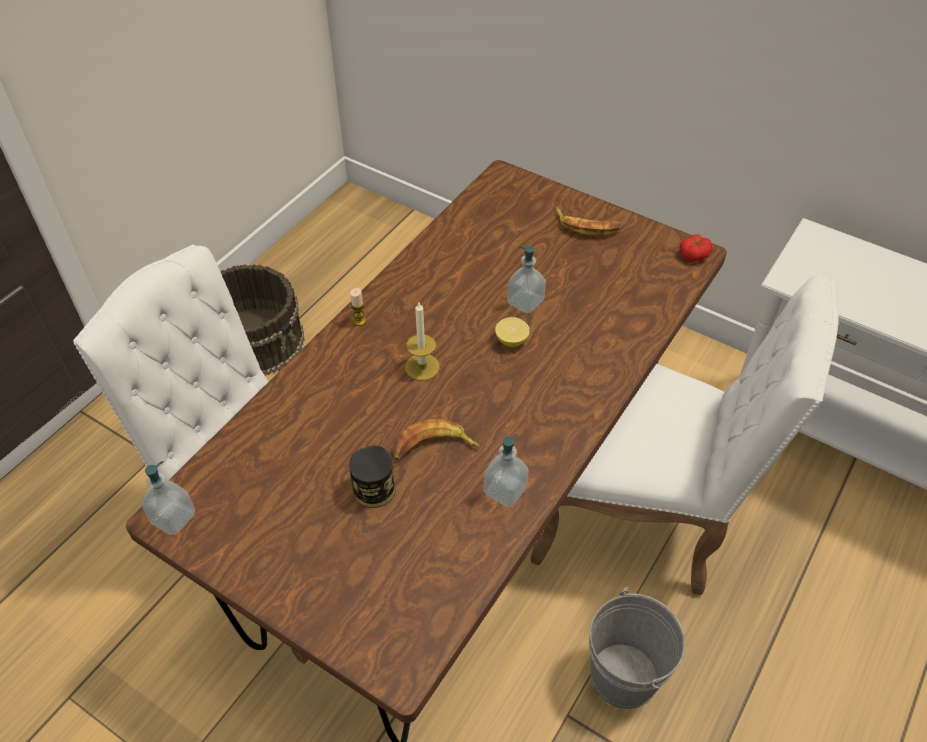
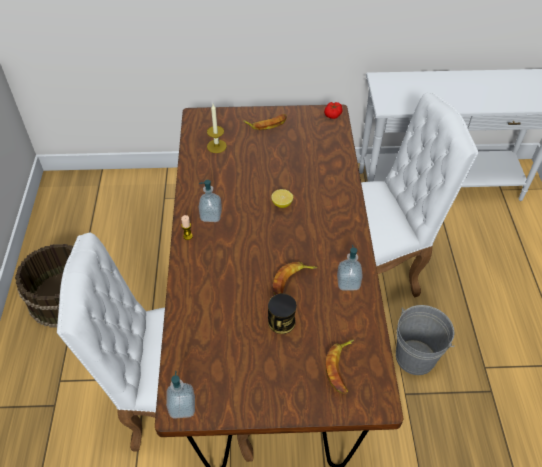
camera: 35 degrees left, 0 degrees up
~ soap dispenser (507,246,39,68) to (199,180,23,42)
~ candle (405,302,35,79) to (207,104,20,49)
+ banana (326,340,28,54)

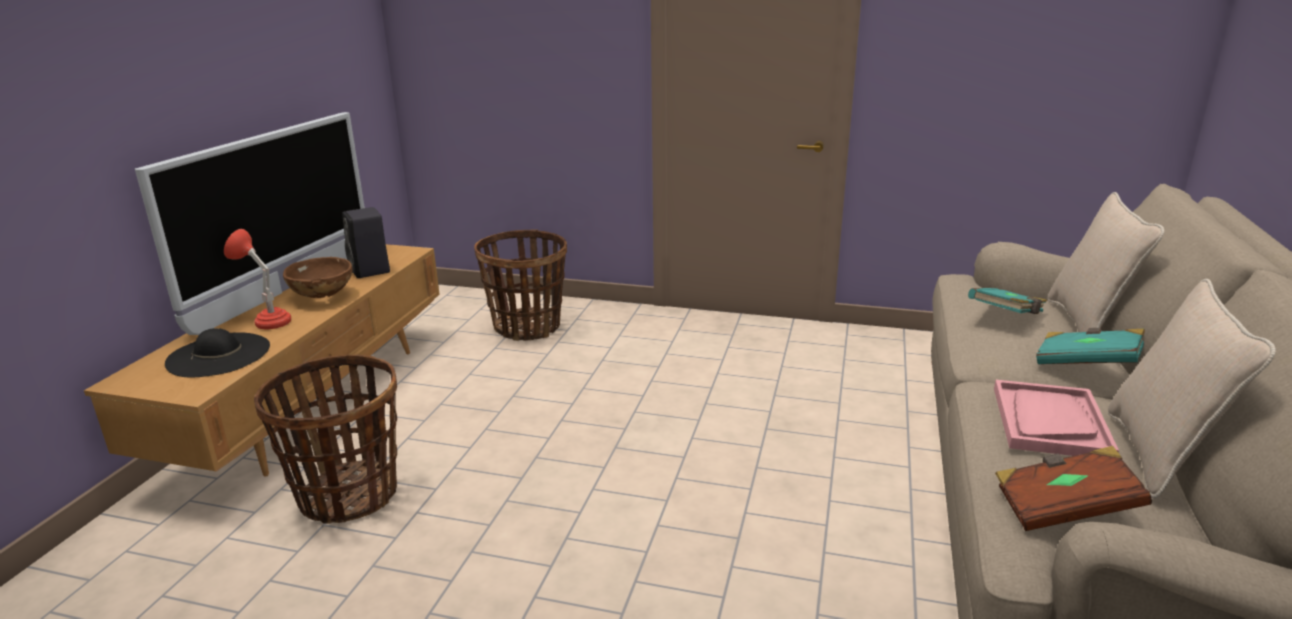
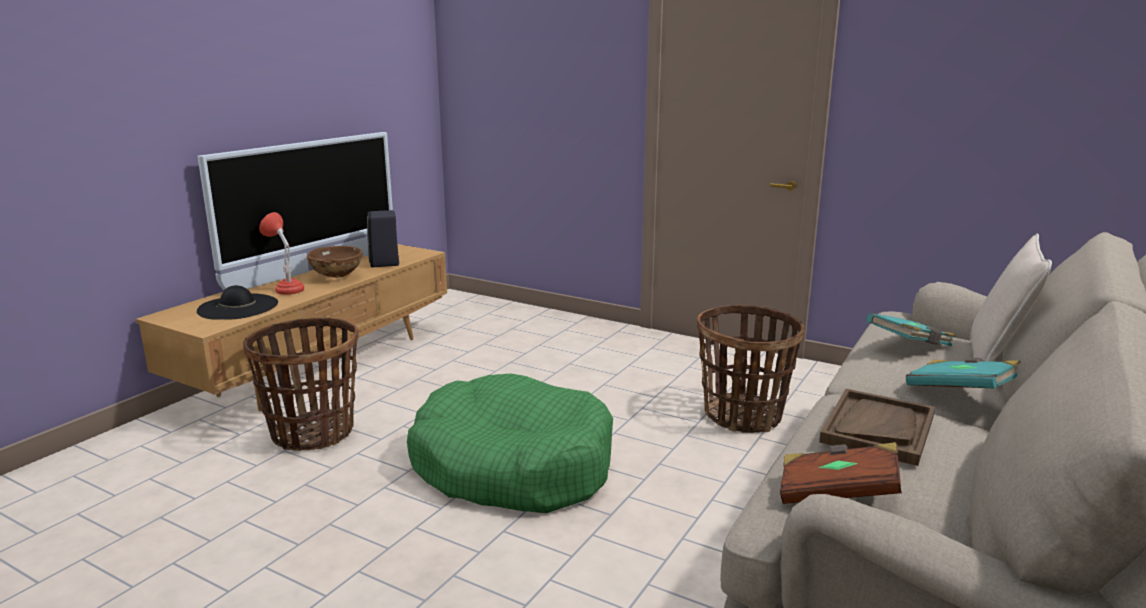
camera: 15 degrees right, 5 degrees down
+ dog bed (green) (407,373,206,140)
~ basket (474,230,93,111) to (697,305,107,128)
~ tray (pink) (994,380,125,76) to tray (brown) (819,389,116,77)
- pillow (beige) (1108,279,168,220)

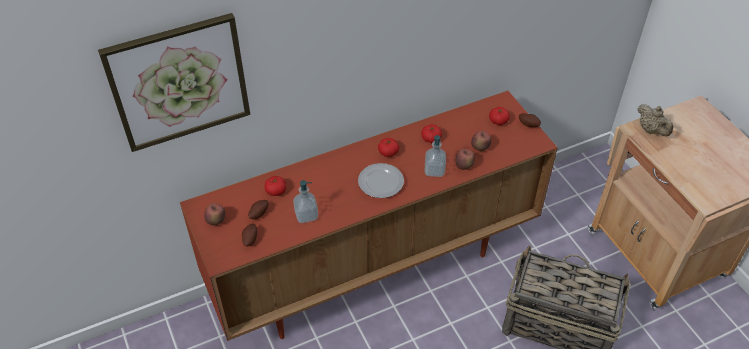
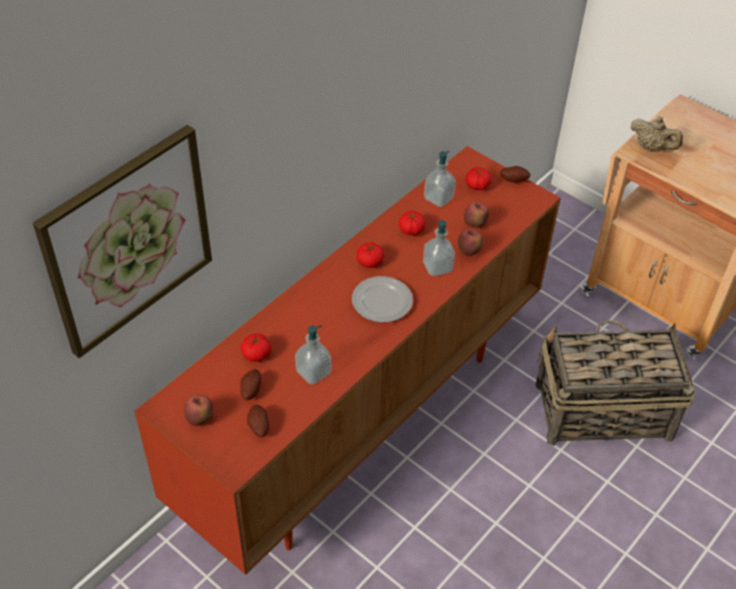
camera: 25 degrees left, 0 degrees up
+ soap dispenser (424,151,32,56)

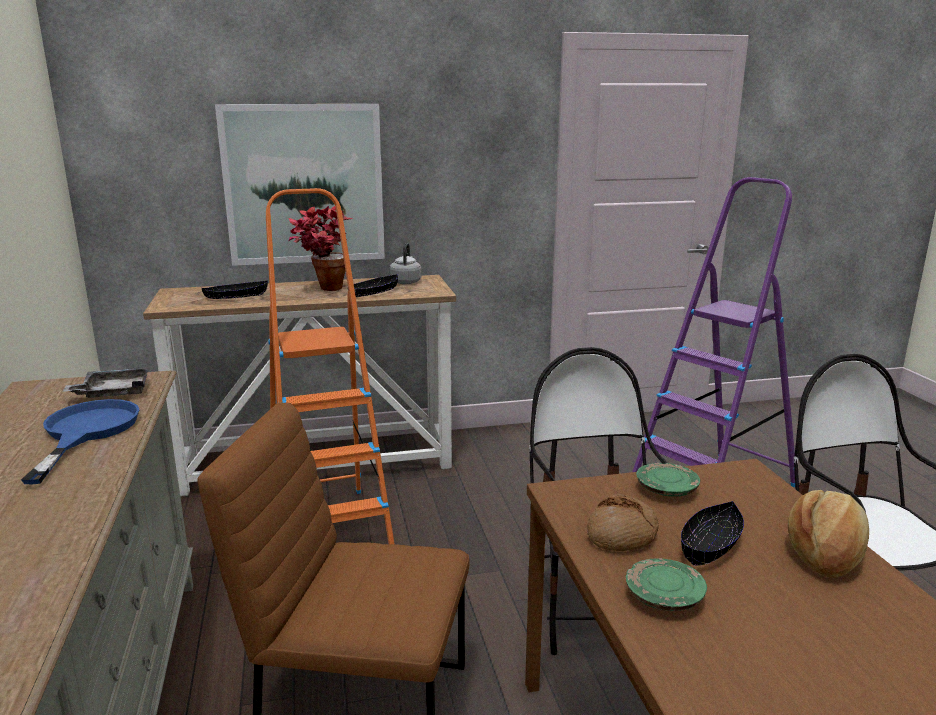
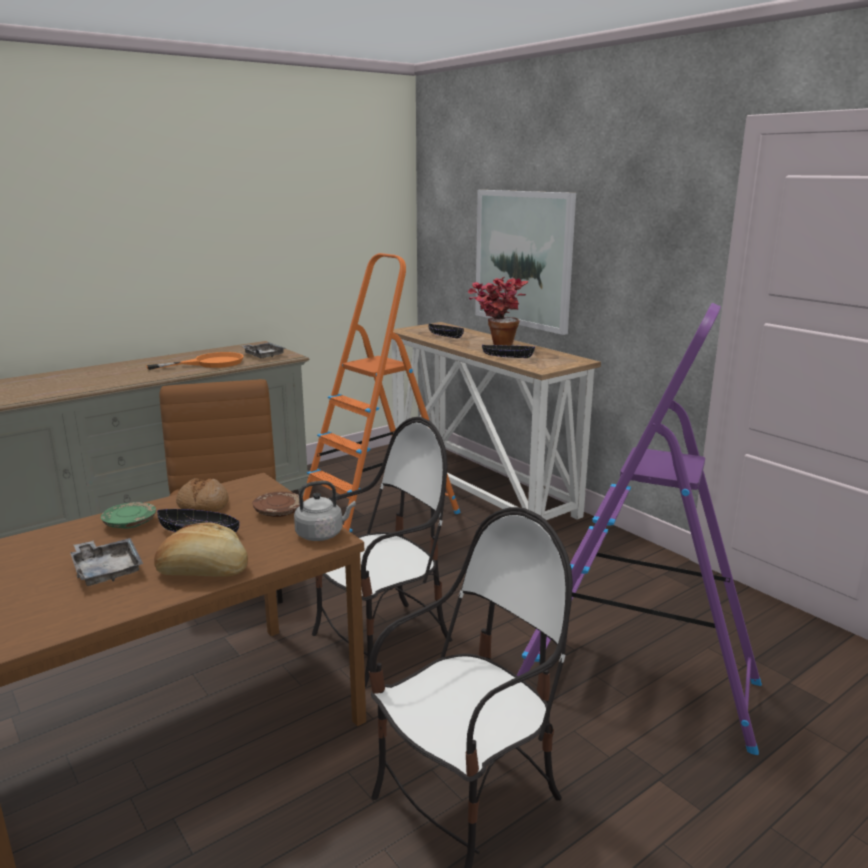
camera: 65 degrees right, 0 degrees up
+ tray (grey) (70,538,73,48)
~ frying pan (blue) (21,399,119,85) to frying pan (orange) (146,352,98,18)
~ plate (green) (636,463,64,33) to plate (brown) (252,492,52,25)
~ kettle (grey) (390,243,31,41) to (294,481,62,60)

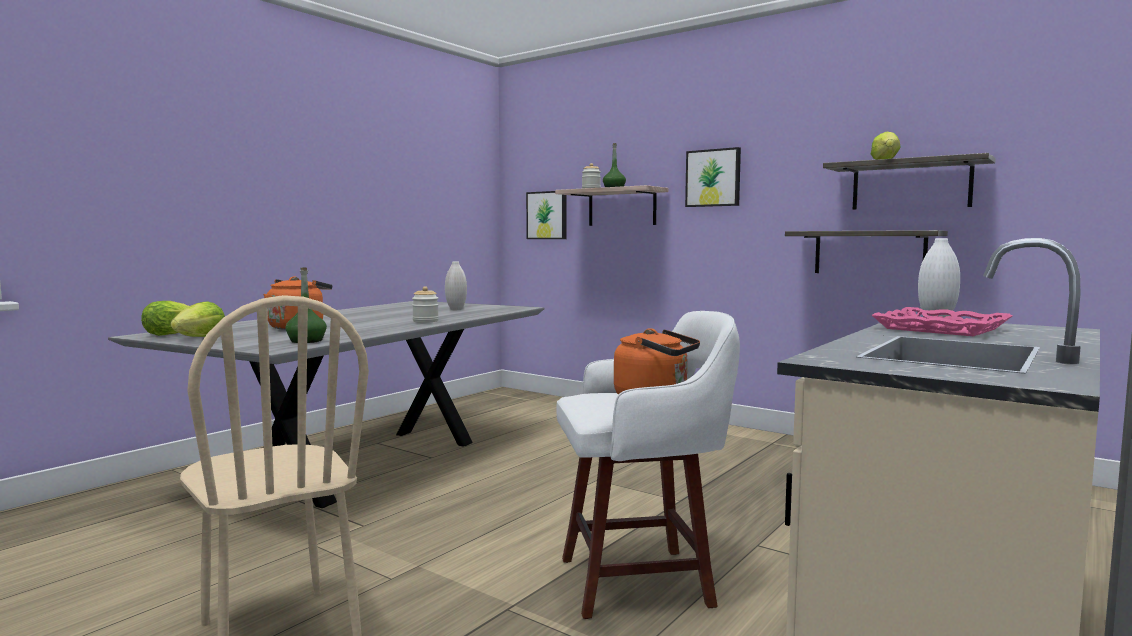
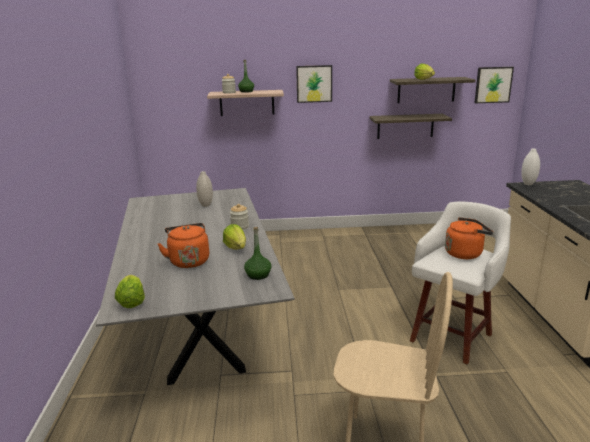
camera: 40 degrees left, 15 degrees up
~ lettuce (171,302,54,35) to (223,224,23,26)
~ picture (526,191,41,48) to (475,67,39,36)
- tray (pink) (871,307,142,29)

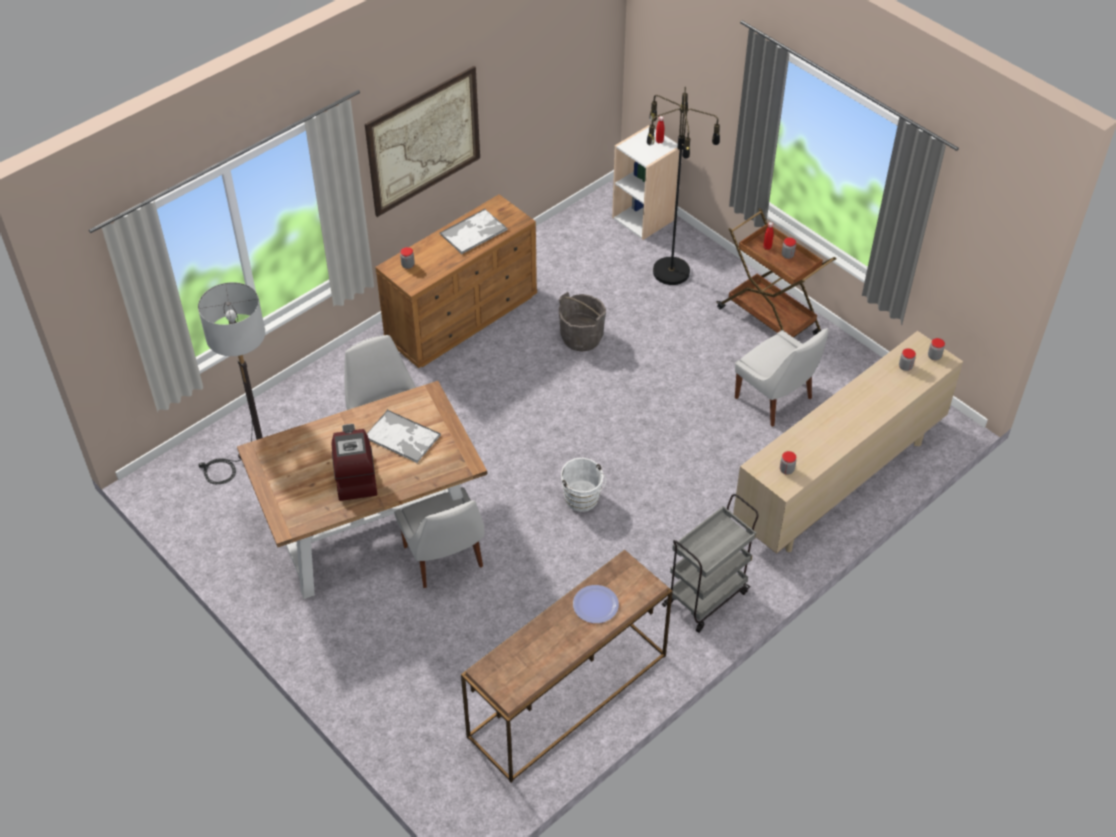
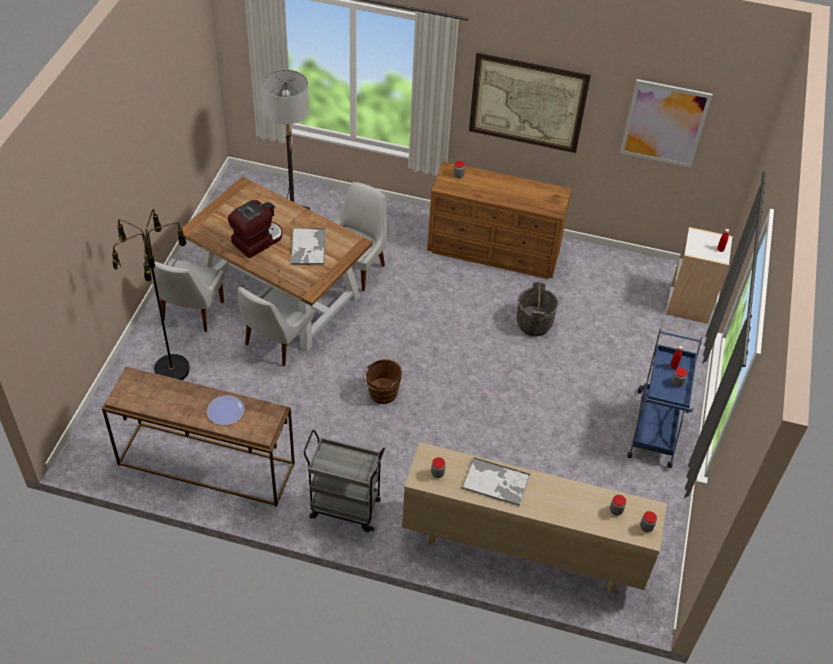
camera: 55 degrees right, 0 degrees up
~ floor lamp (647,87,73,198) to (112,209,78,171)
~ chair (white) (735,328,94,99) to (151,258,74,74)
~ bucket (white) (561,458,45,54) to bucket (brown) (363,359,39,45)
~ tray (440,208,68,46) to (462,457,68,50)
+ picture (620,79,93,88)
~ cart (brown) (716,208,121,130) to cart (blue) (627,328,75,140)

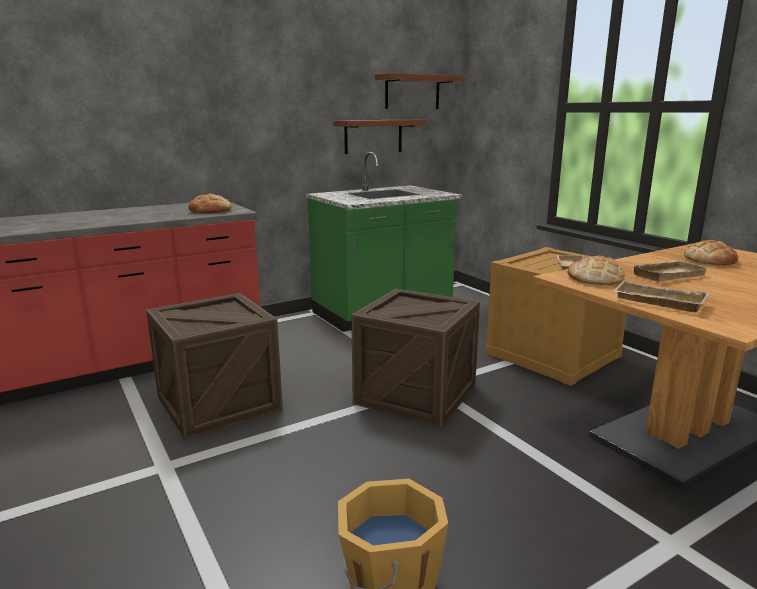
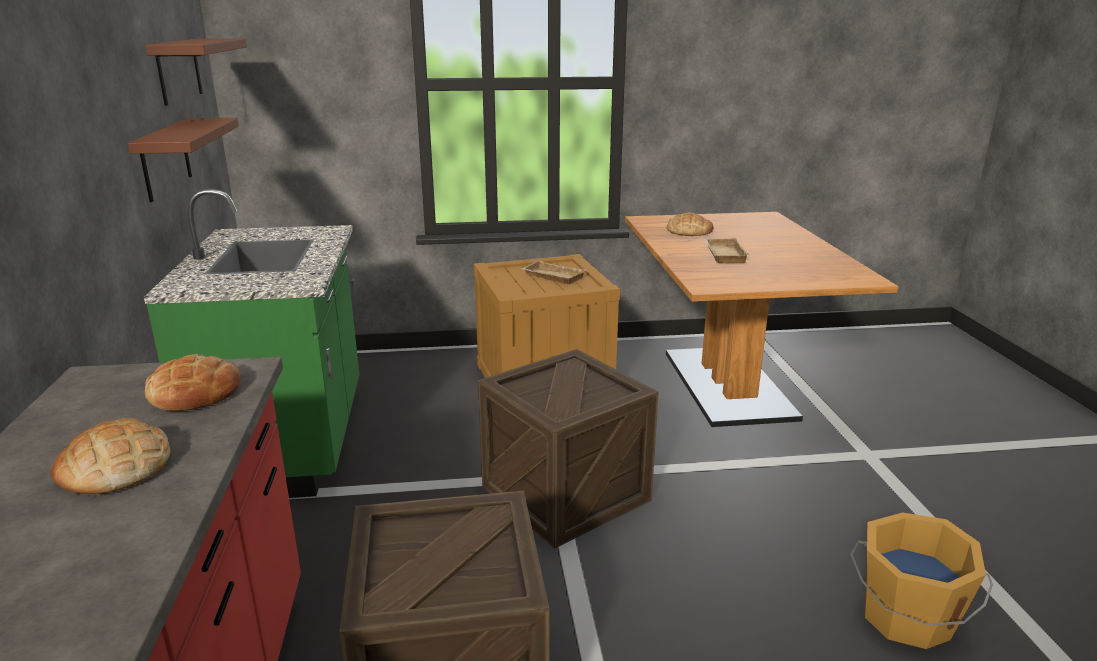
camera: 65 degrees left, 5 degrees up
~ bread (567,256,58,29) to (51,418,120,76)
- tray (beige) (613,280,96,32)

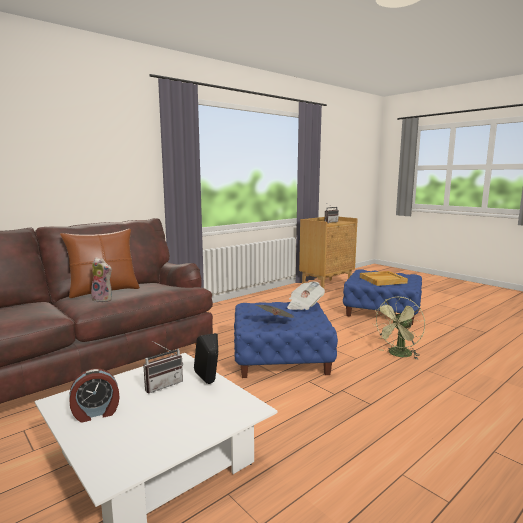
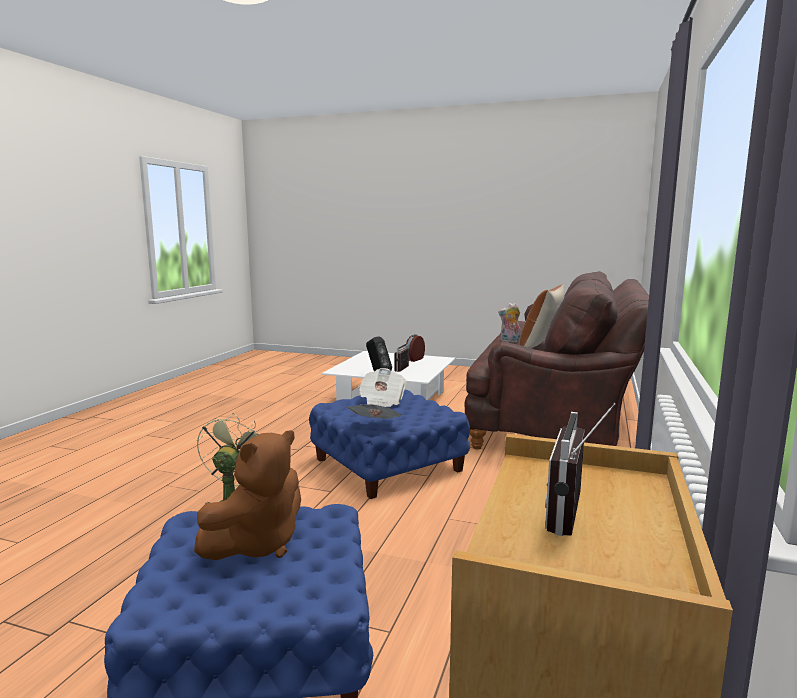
camera: 150 degrees right, 0 degrees up
~ tray (beige) (360,271,48,15) to plush toy (brown) (194,430,107,130)

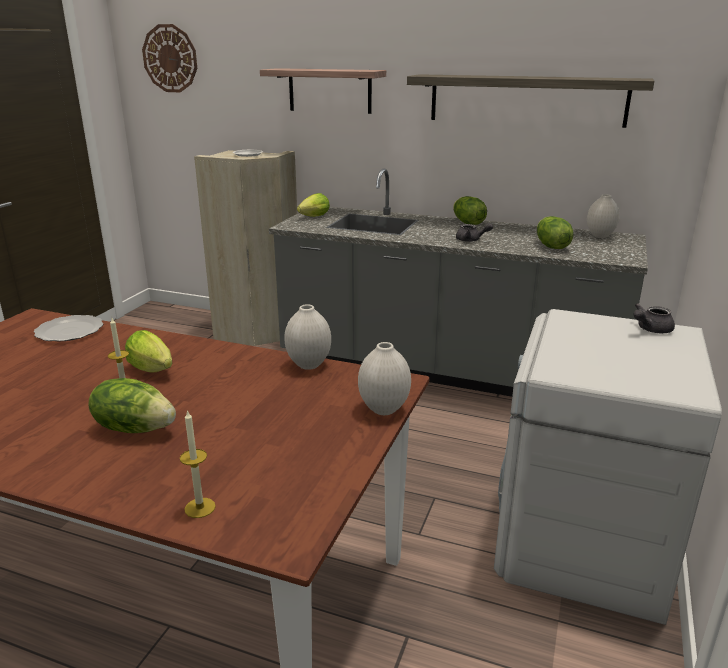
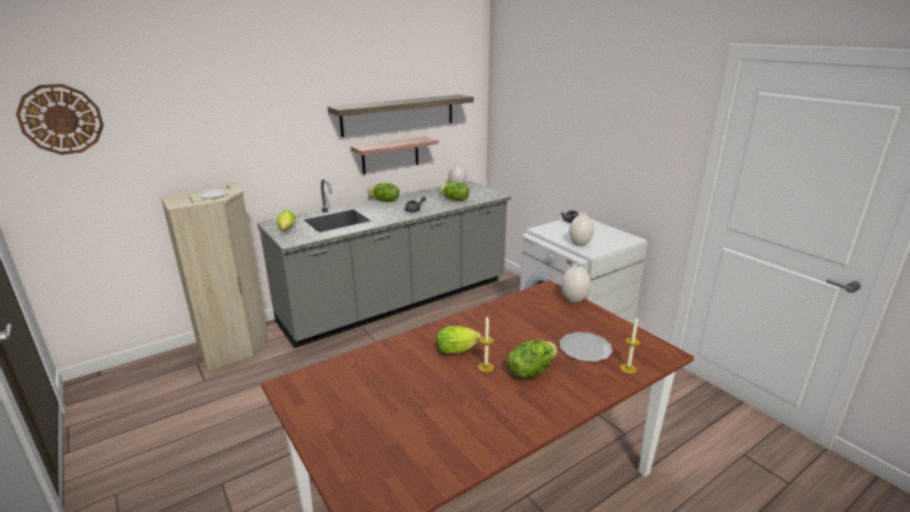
camera: 55 degrees left, 0 degrees up
~ shelf (260,68,126,46) to (351,136,87,38)
~ plate (34,315,69,26) to (559,332,54,30)
~ vase (white) (284,304,47,66) to (569,213,25,33)

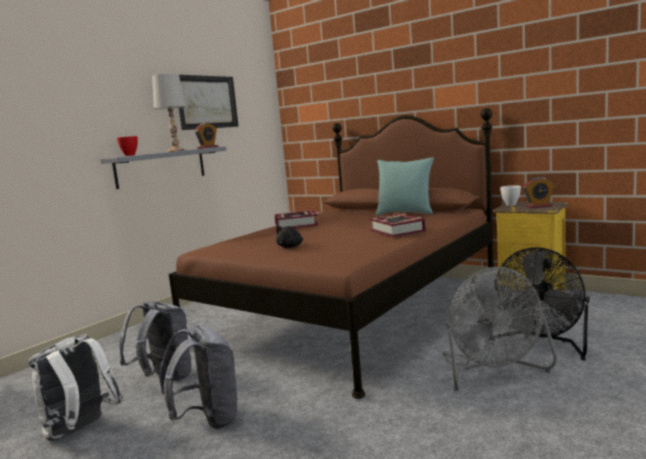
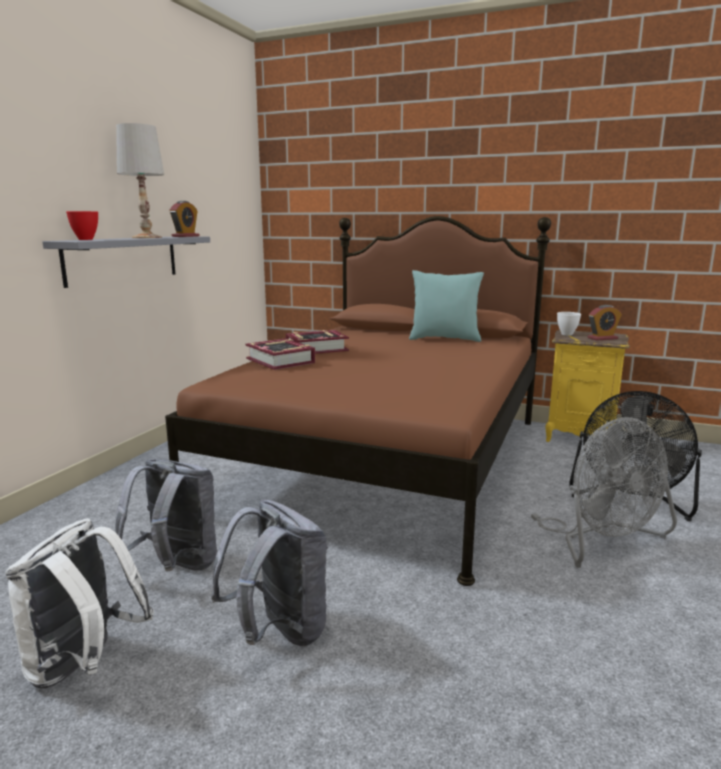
camera: 15 degrees left, 5 degrees up
~ book (369,214,57,23) to (245,339,70,31)
- picture (179,75,60,55)
- plush toy (black) (276,226,27,22)

